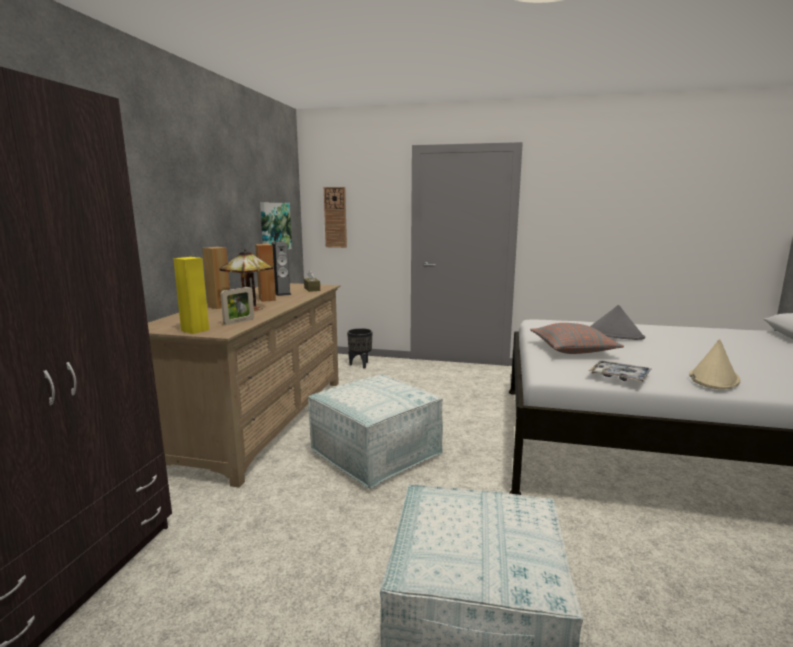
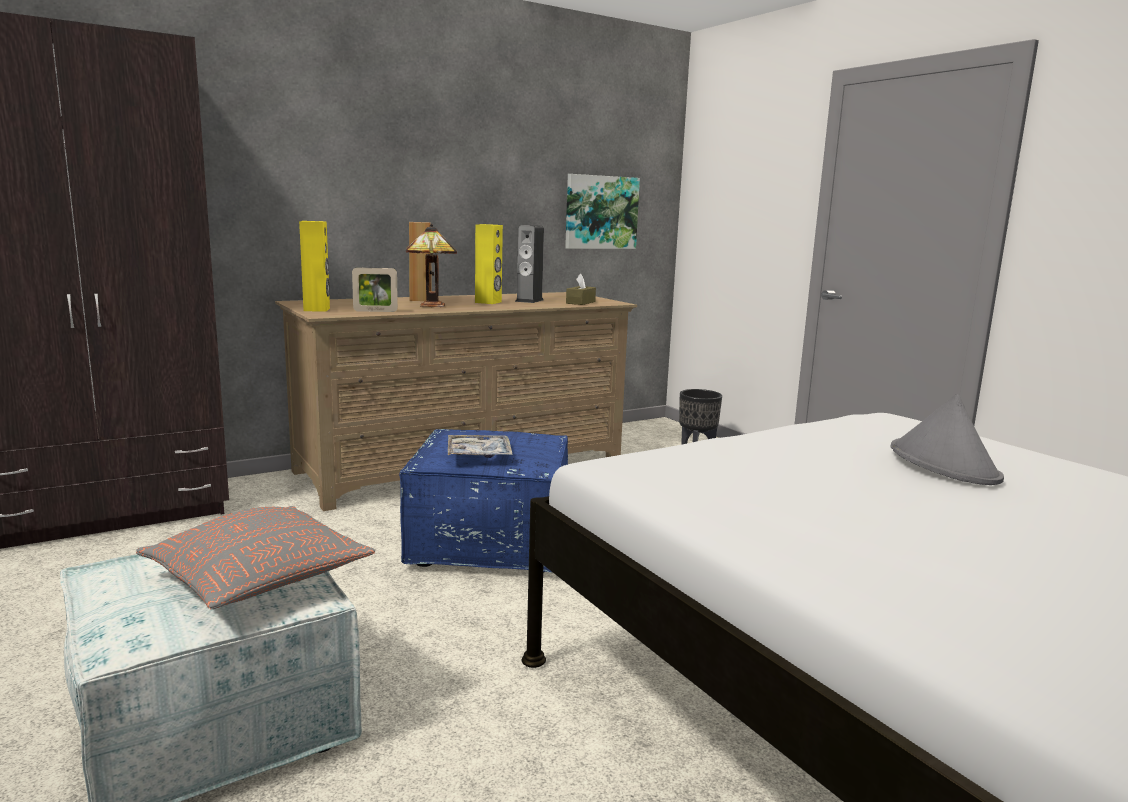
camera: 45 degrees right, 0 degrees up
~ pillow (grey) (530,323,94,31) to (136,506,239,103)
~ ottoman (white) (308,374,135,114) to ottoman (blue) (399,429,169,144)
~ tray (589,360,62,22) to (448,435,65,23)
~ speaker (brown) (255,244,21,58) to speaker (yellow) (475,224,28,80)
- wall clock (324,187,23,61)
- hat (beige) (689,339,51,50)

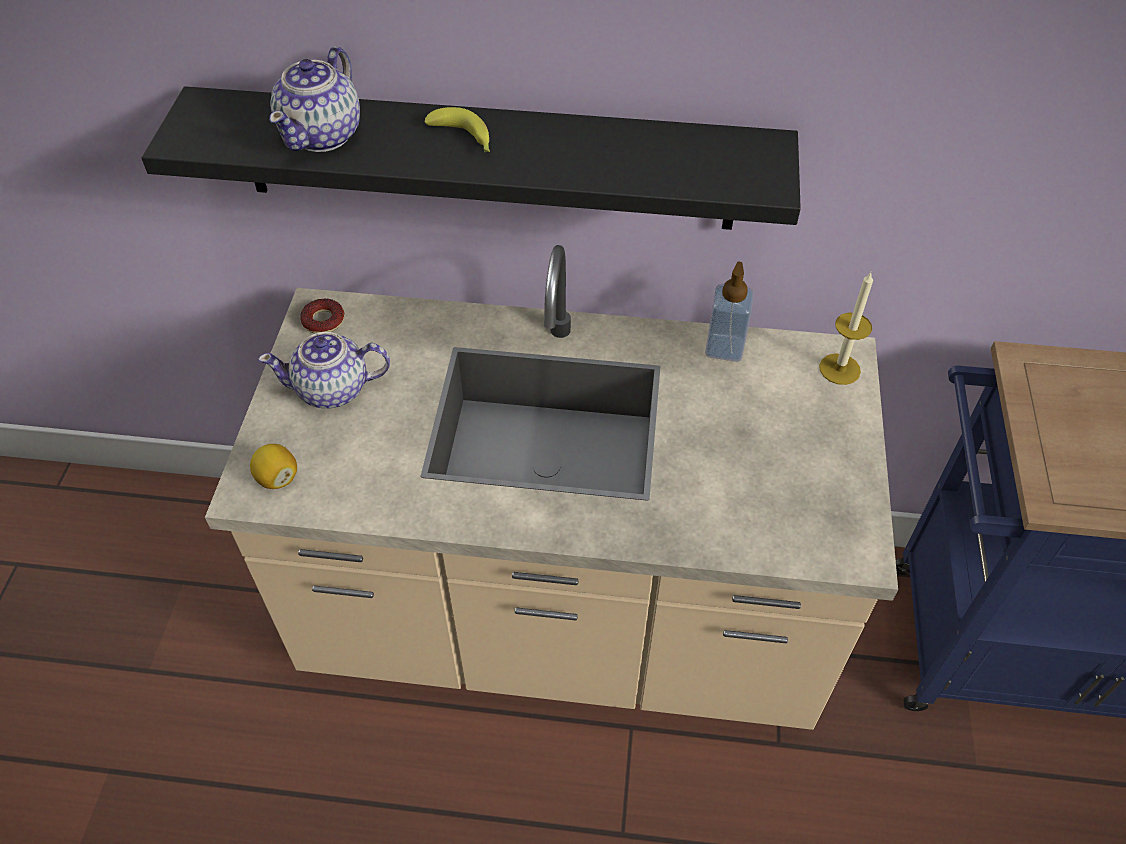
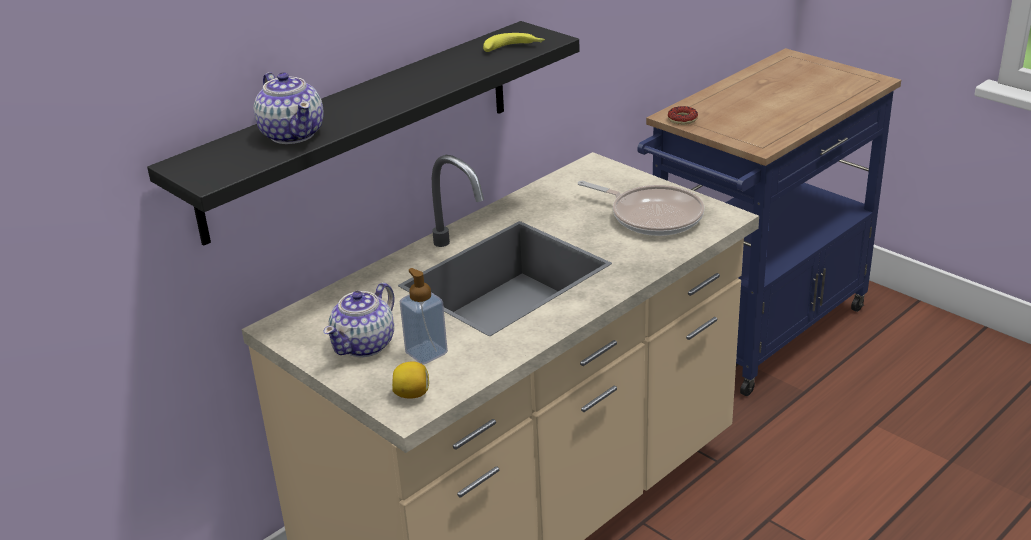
camera: 50 degrees left, 20 degrees down
~ soap dispenser (705,262,49,100) to (400,268,48,96)
~ banana (425,107,65,45) to (483,33,62,19)
+ frying pan (578,181,126,55)
~ donut (300,298,44,36) to (668,106,30,19)
- candle (819,272,54,113)

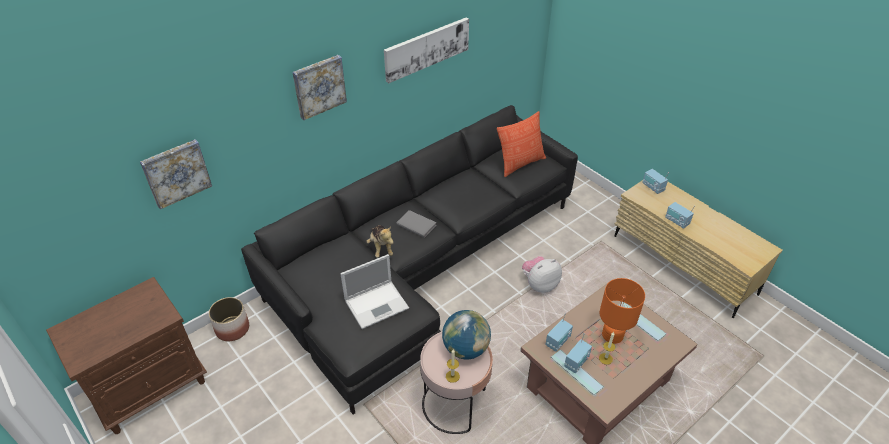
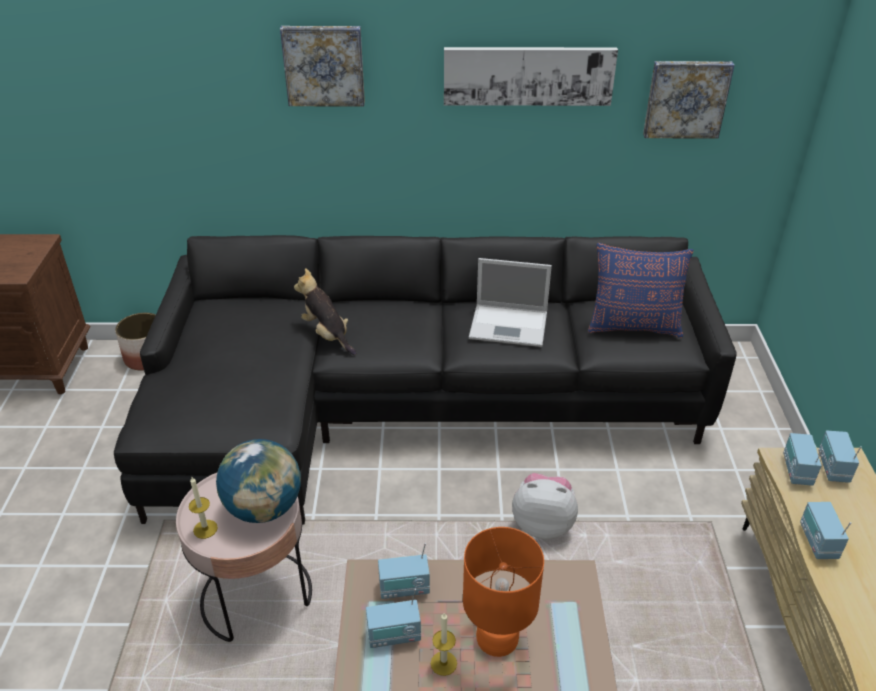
camera: 40 degrees right, 5 degrees down
~ plush toy (366,225,28,33) = (294,268,63,87) 120 degrees clockwise
~ laptop (340,254,69,75) to (469,258,83,89)
~ pillow (orange) (497,111,49,66) to pillow (blue) (588,243,105,95)
~ picture (140,139,72,70) to (643,61,91,77)
+ radio (783,433,40,53)
- book (grey) (396,210,41,28)

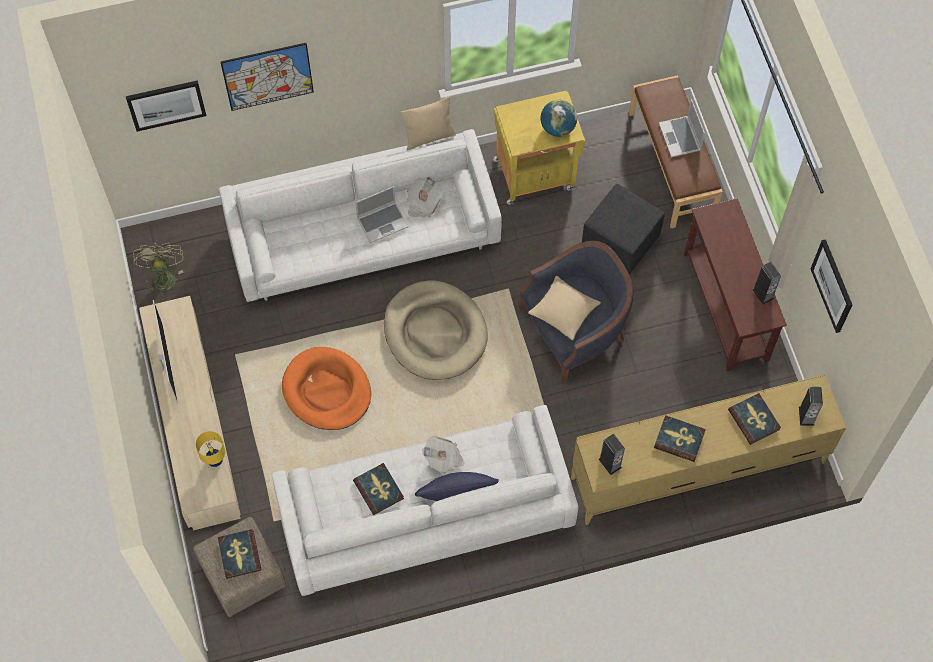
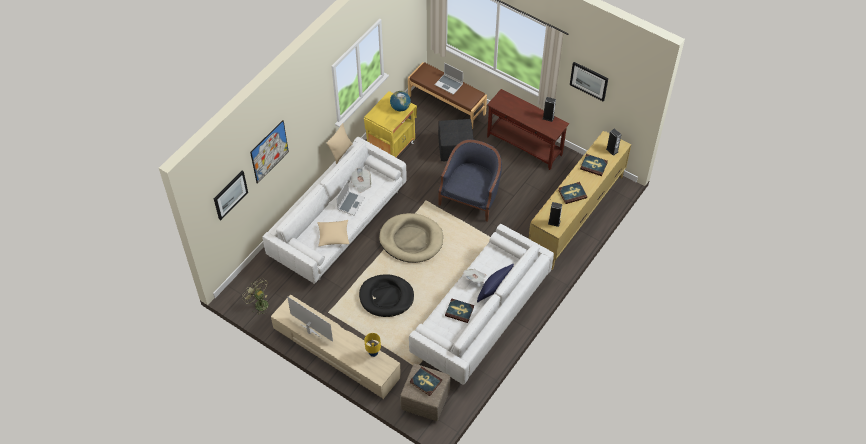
camera: 40 degrees left, 10 degrees down
~ pillow (beige) (528,275,73,65) to (317,220,32,26)
~ dog bed (orange) (282,347,89,83) to dog bed (black) (359,274,55,43)

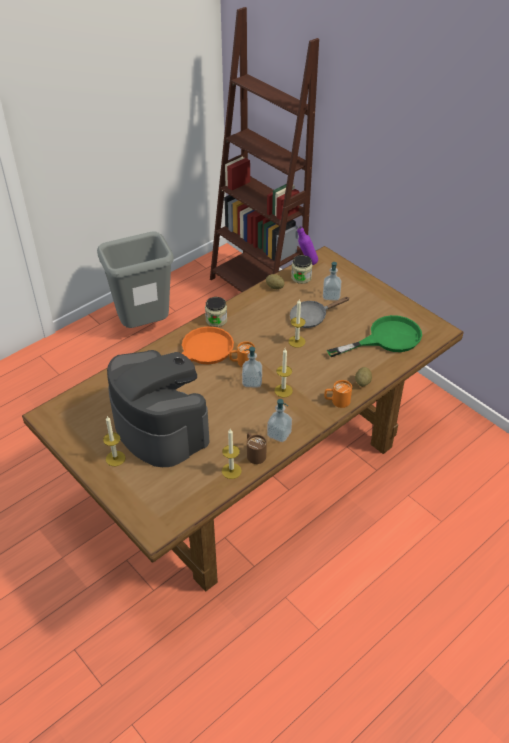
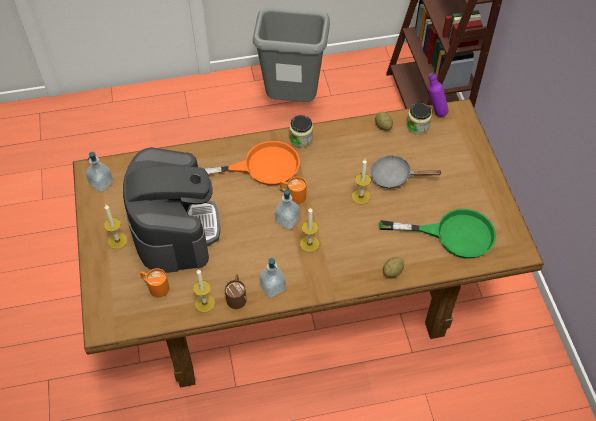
camera: 30 degrees right, 10 degrees up
~ soap dispenser (323,262,18,39) to (86,152,27,40)
~ mug (orange) (324,380,28,28) to (140,268,29,30)

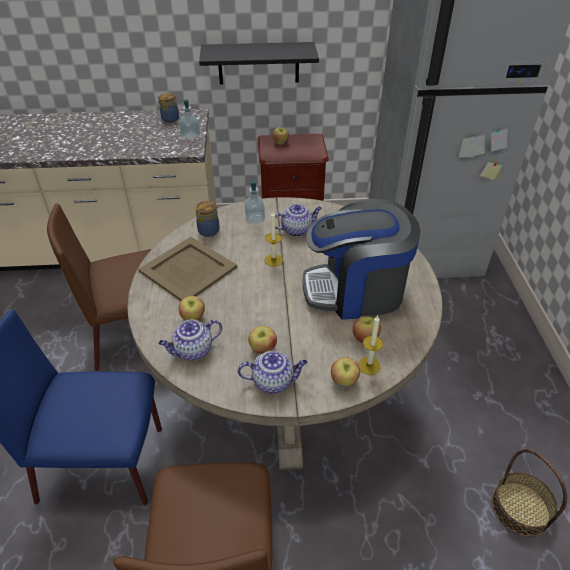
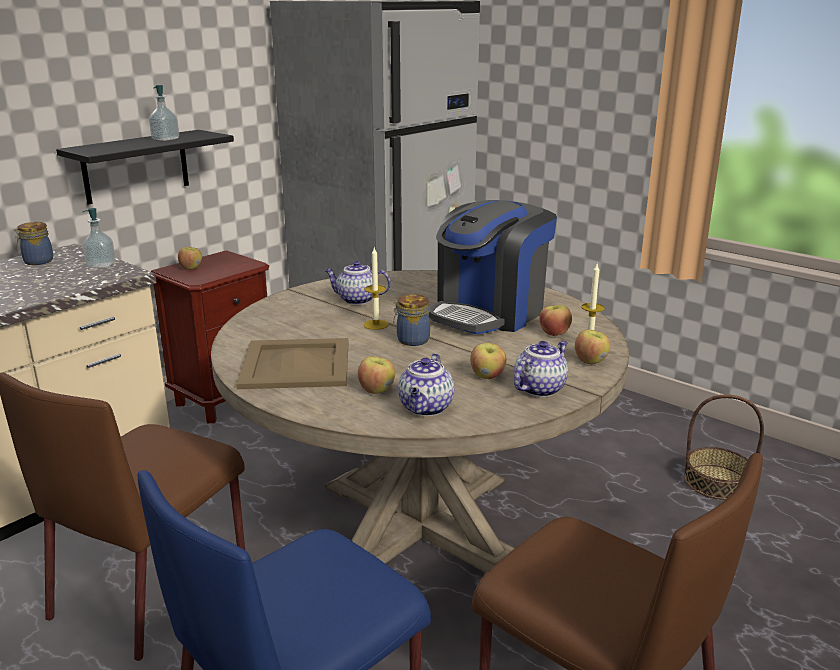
camera: 45 degrees left, 20 degrees down
~ soap dispenser (245,180,20,44) to (149,85,30,56)
~ teapot (275,204,47,33) = (324,261,67,44) 105 degrees counterclockwise
~ jar (195,201,25,36) to (393,294,37,52)

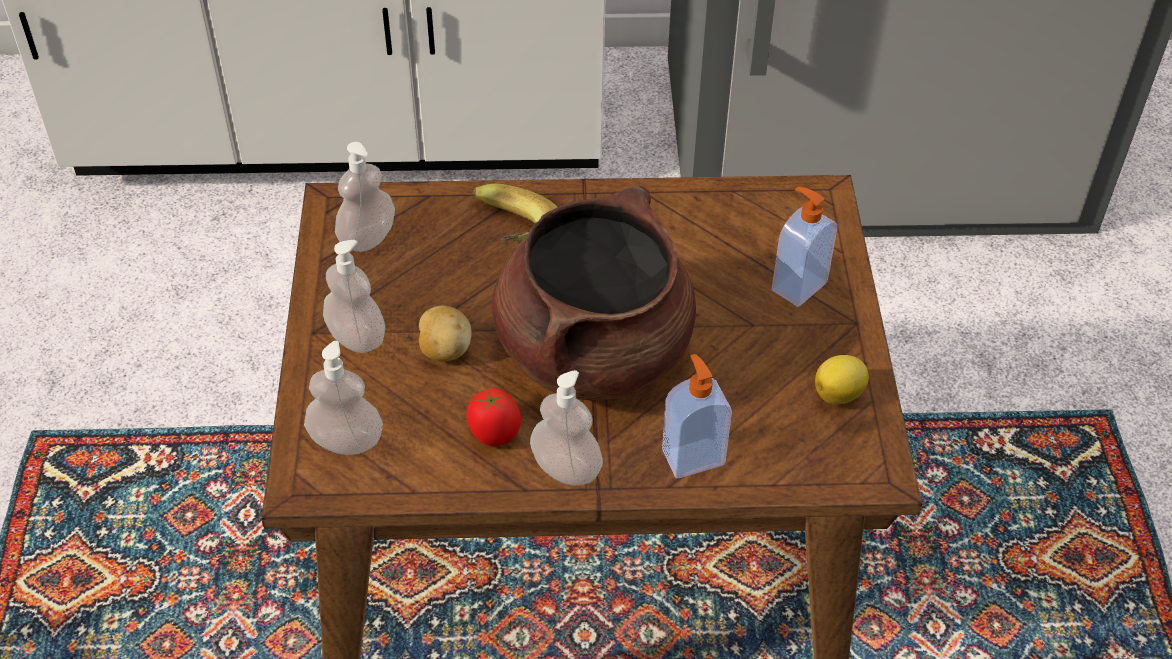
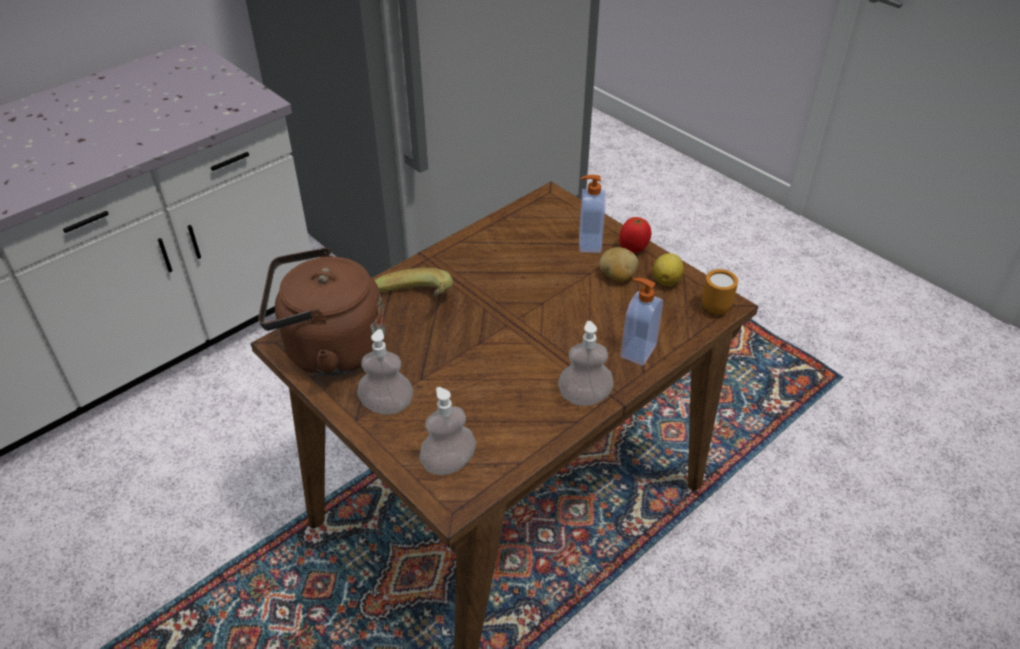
camera: 40 degrees left, 5 degrees down
~ soap dispenser (335,142,60,110) to kettle (brown) (258,247,127,129)
~ potato (419,306,53,55) to (599,247,39,35)
~ tomato (466,388,55,58) to (619,217,32,36)
+ mug (orange) (702,269,36,46)
- cooking pot (brown) (492,186,204,215)

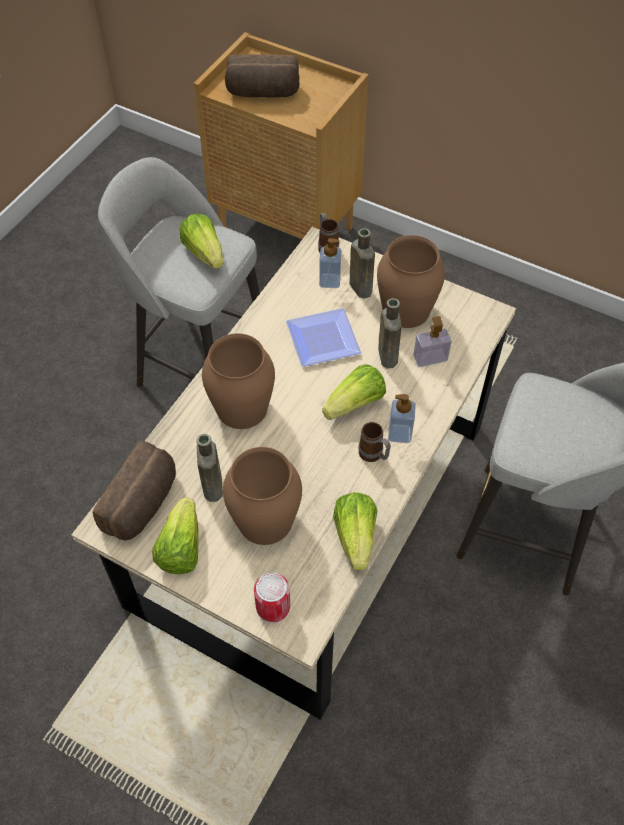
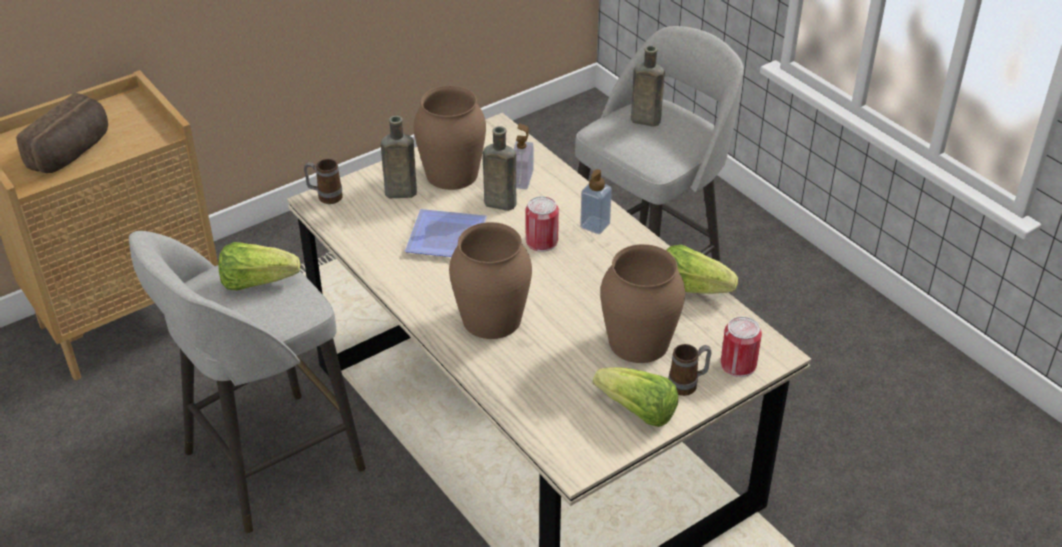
camera: 65 degrees left, 15 degrees down
~ lettuce (322,364,64,56) to can (526,196,33,56)
~ bottle (brown) (197,434,26,68) to (631,45,34,82)
~ mug (359,422,32,40) to (669,344,42,52)
- bread (93,441,83,100)
- soap dispenser (319,238,22,50)

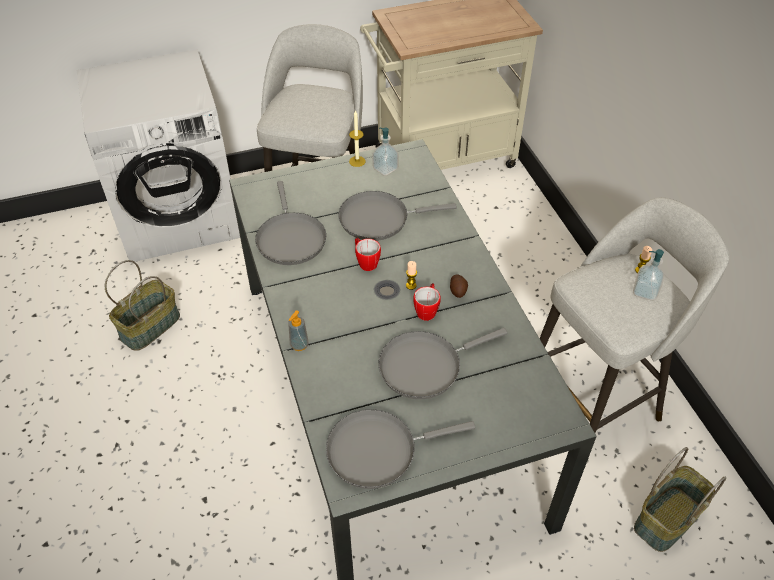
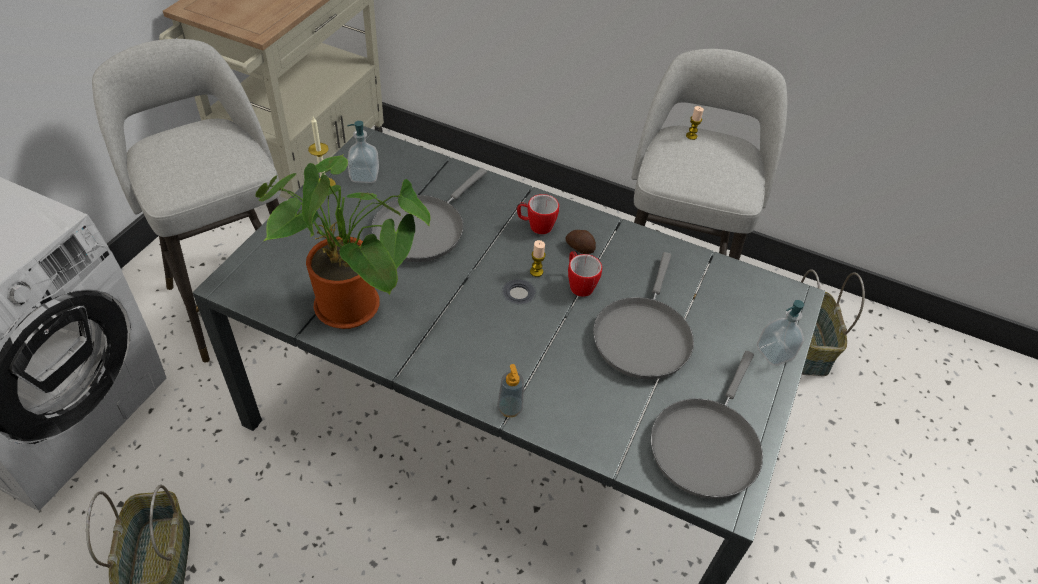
camera: 50 degrees left, 0 degrees up
~ frying pan (grey) (255,181,71,84) to potted plant (256,154,175,175)
~ mug (355,238,26,33) to (517,194,42,40)
~ soap dispenser (633,249,32,52) to (757,300,47,66)

